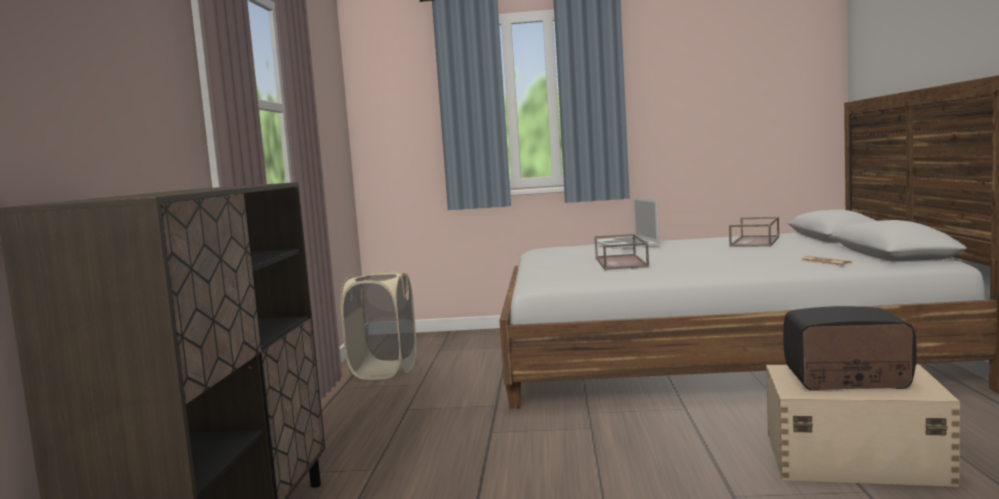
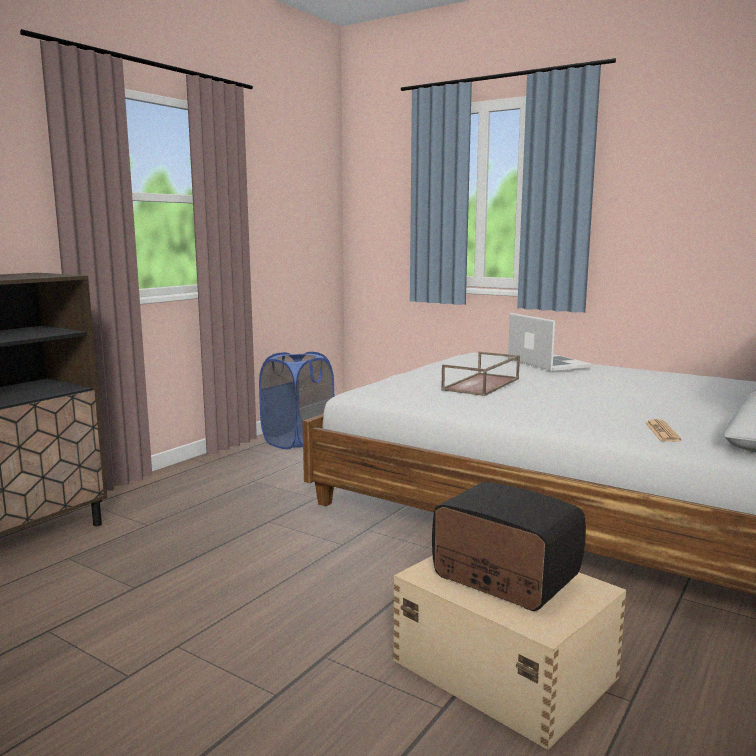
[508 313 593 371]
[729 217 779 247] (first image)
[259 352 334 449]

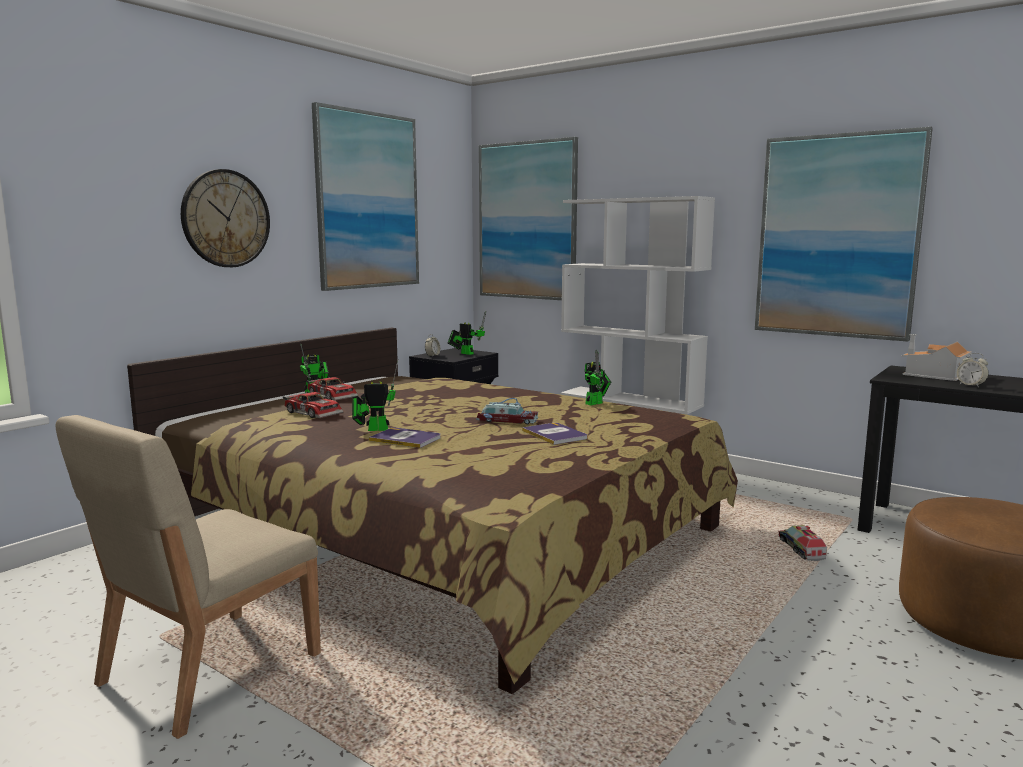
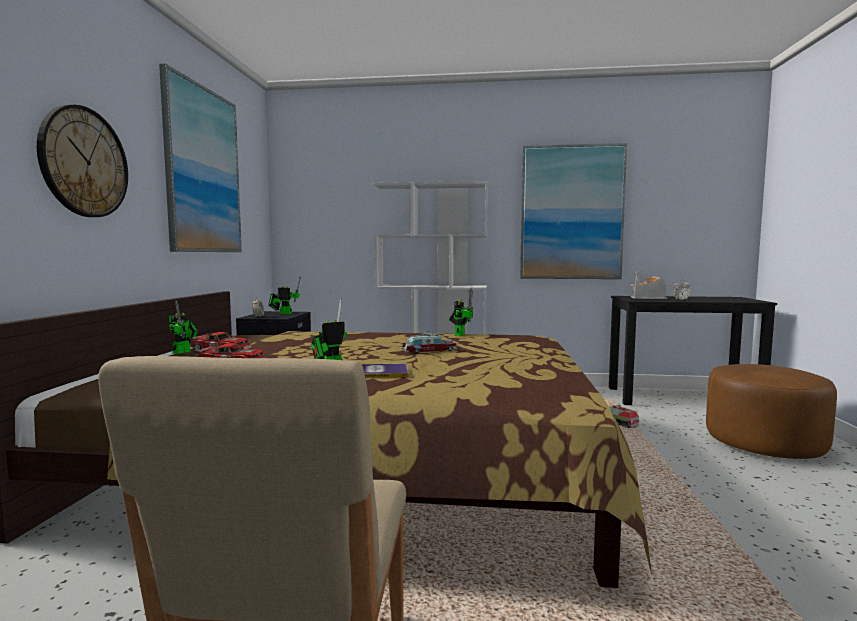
[479 137 578 300] (first image)
[522 423 587 445] (first image)

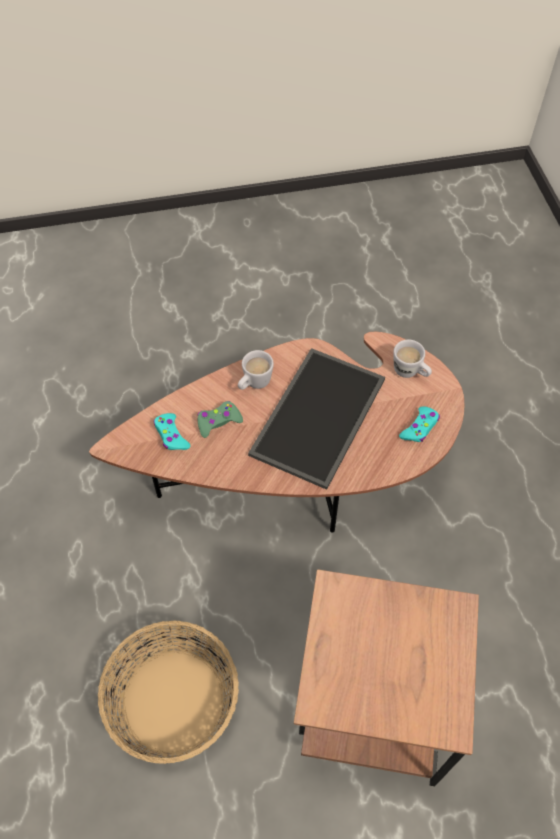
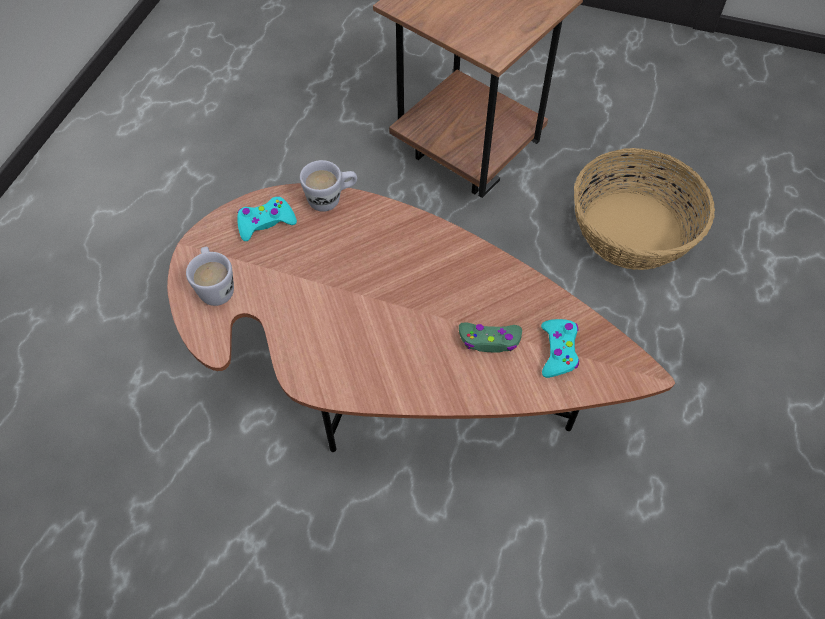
[248 348 385 490] (first image)
[300 160 357 212]

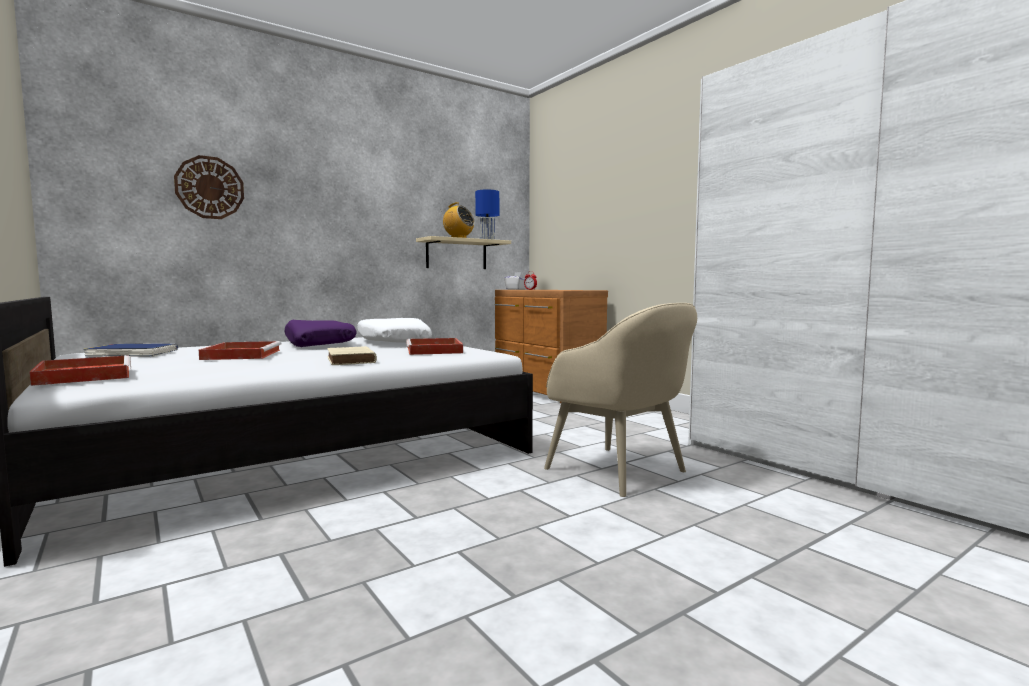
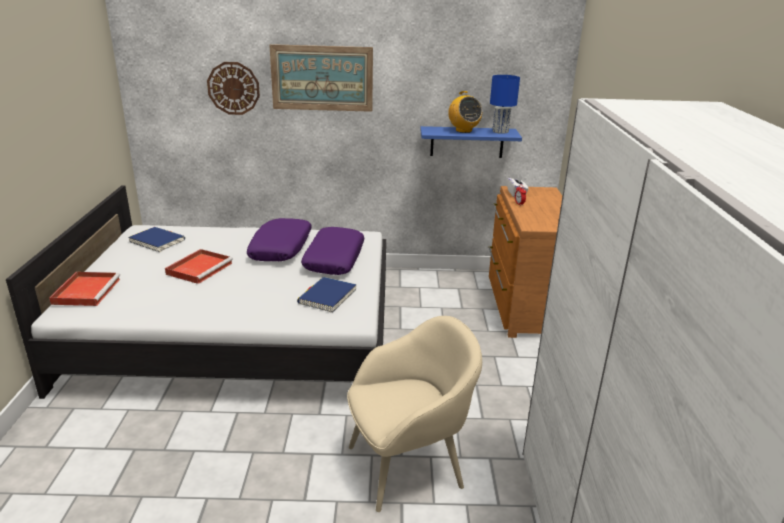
[420 126 522 158]
[347 316 482 512]
[301 227 364 275]
[297 277 357 313]
[327 346 377 365] (first image)
[269 44 373 112]

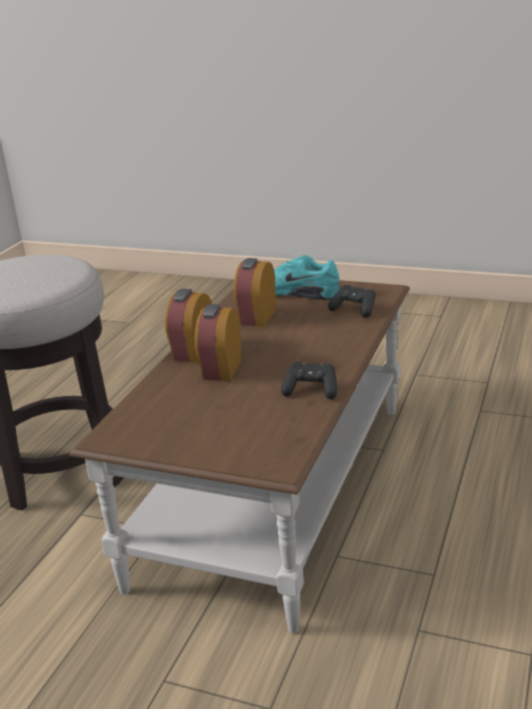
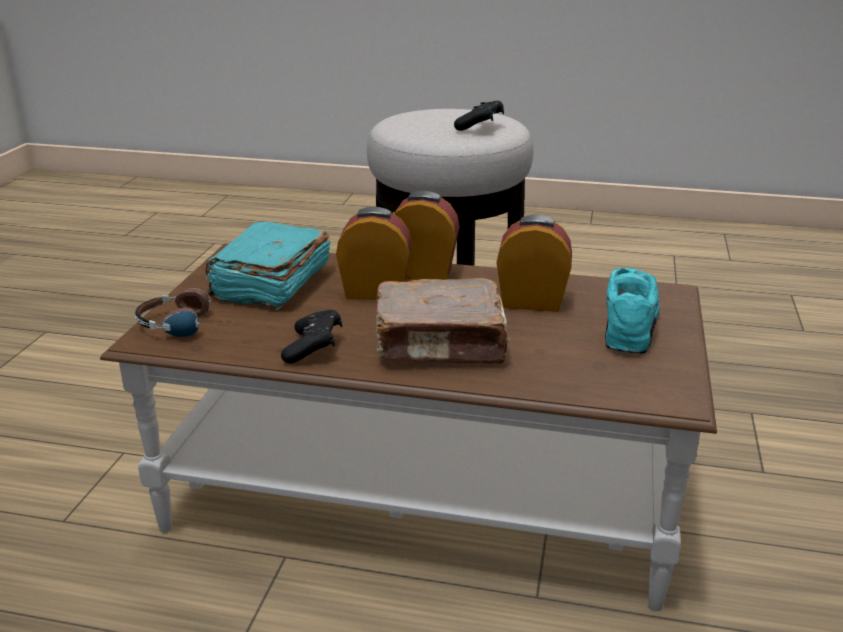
[454 101 504 131]
[206 222 331 310]
[376 278 510 364]
[135 288 222 337]

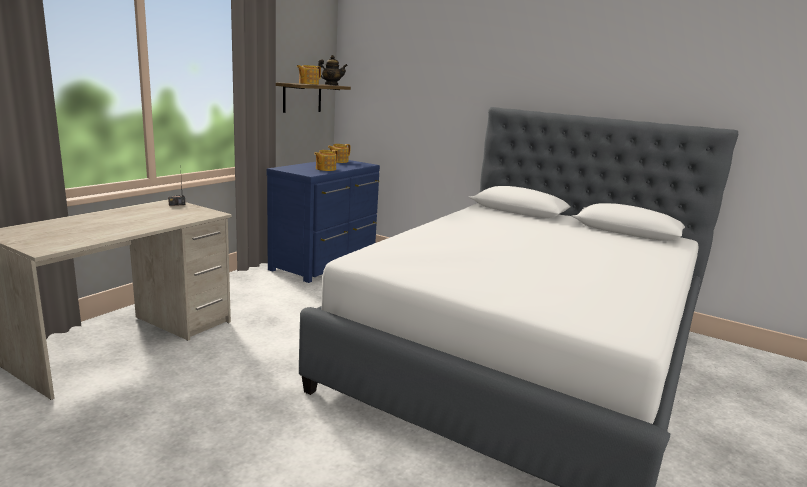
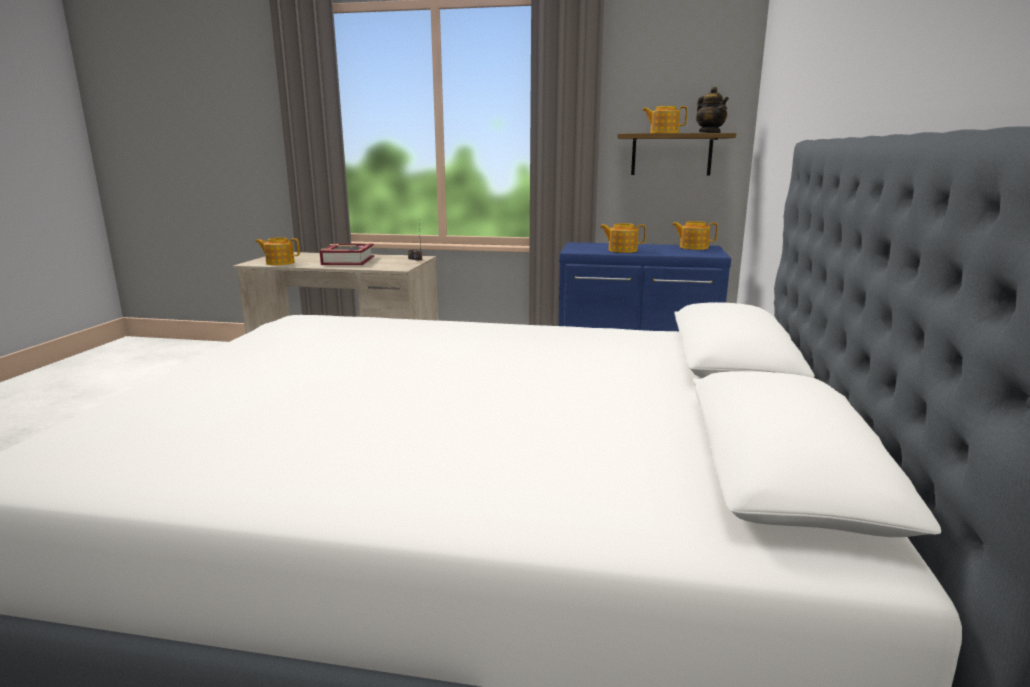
[255 237 300 265]
[320 243 374 265]

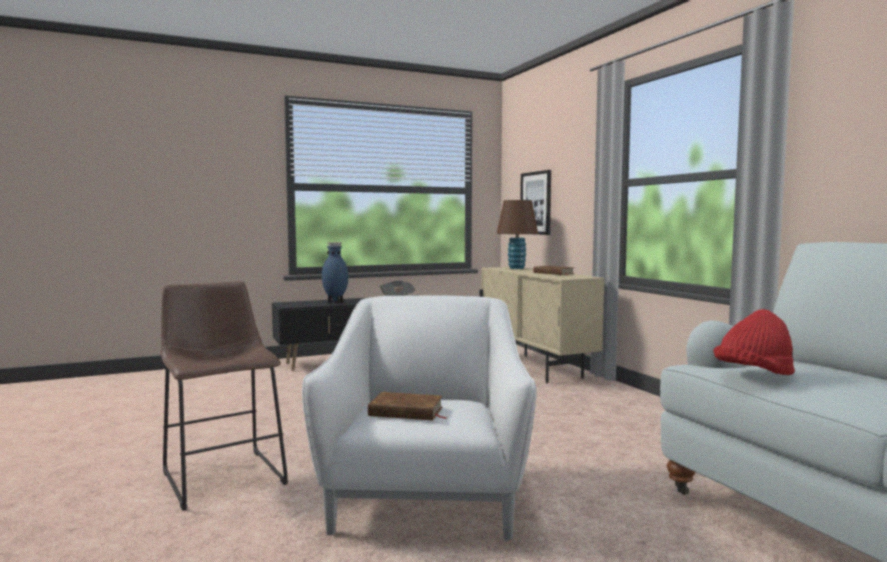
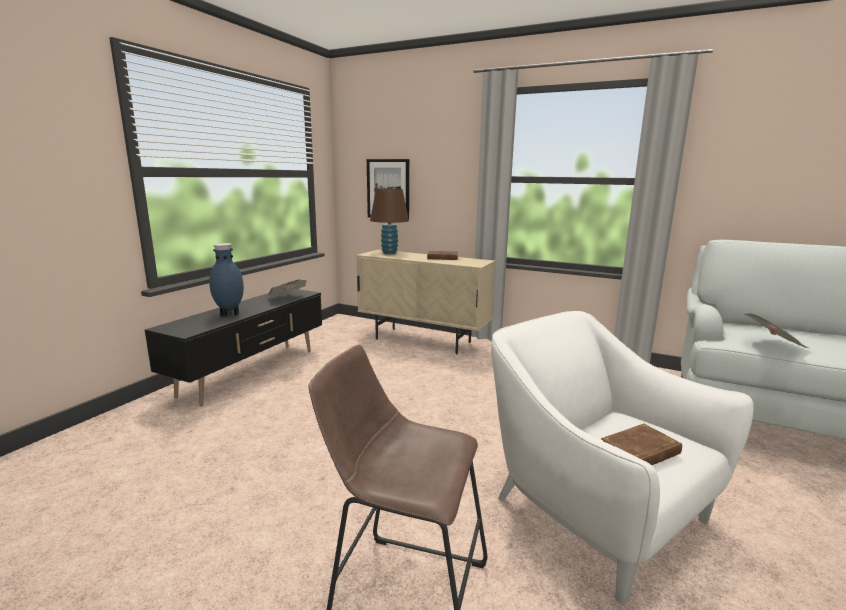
[745 313 808 348]

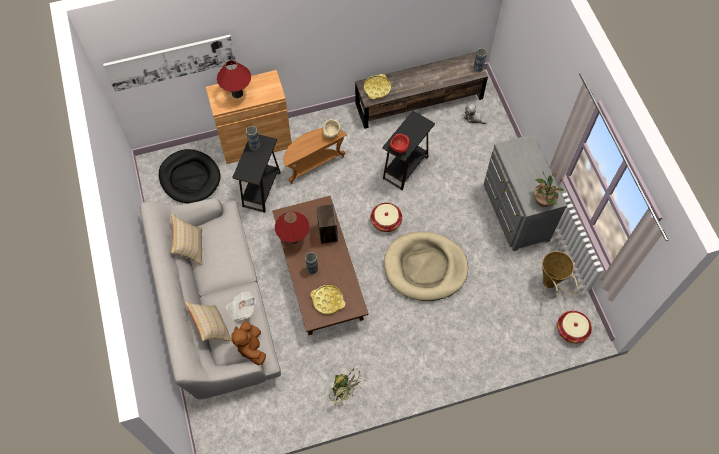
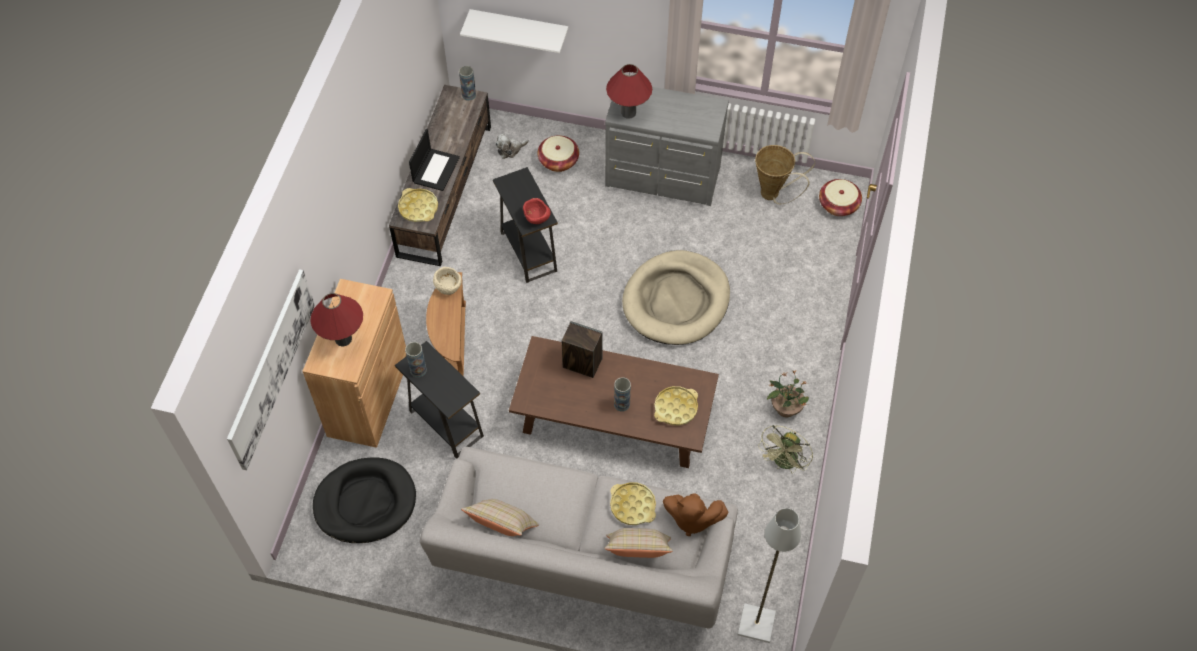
[767 370 809 417]
[538 135 579 172]
[606 64 652 119]
[610 482 656 525]
[758 425 813 474]
[460 9 568 53]
[409 129 460 191]
[738 508 801 643]

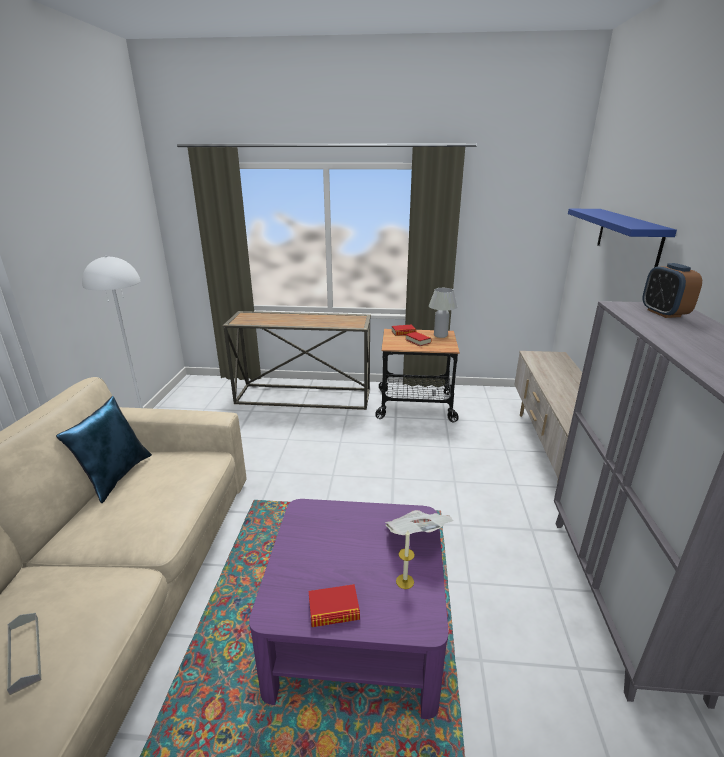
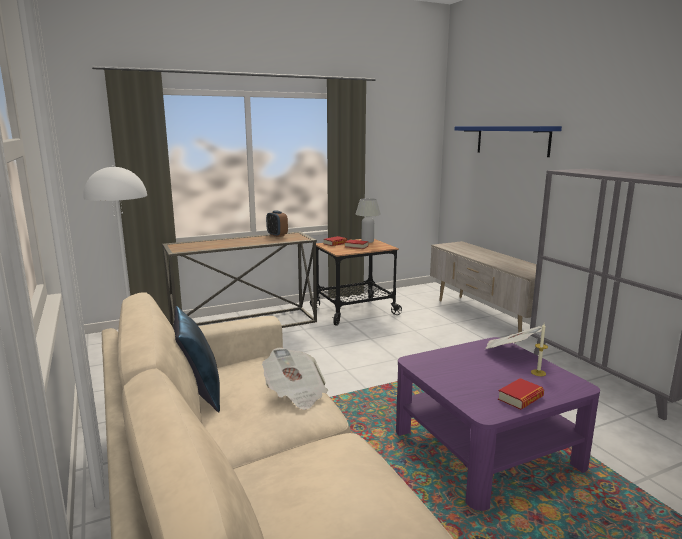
[266 210 288 237]
[7 613 41 695] (first image)
[262 347 328 410]

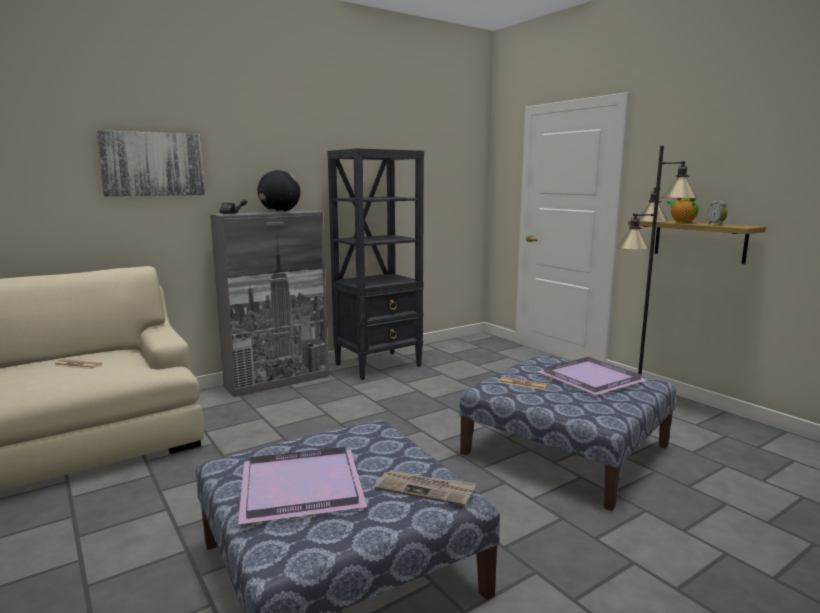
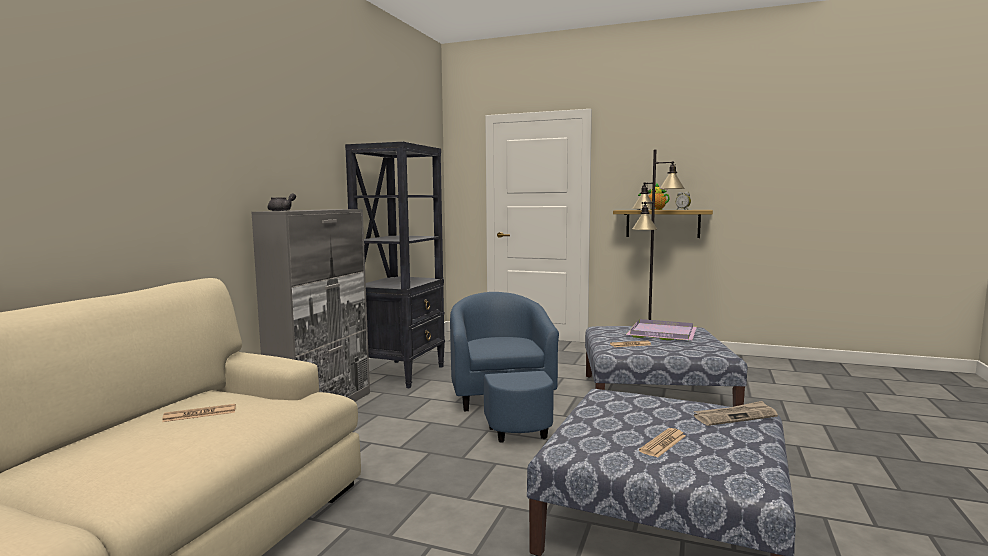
[96 130 205 196] (first image)
[258 170 301 212] (first image)
[639 428 686 458]
[450 292 559 443]

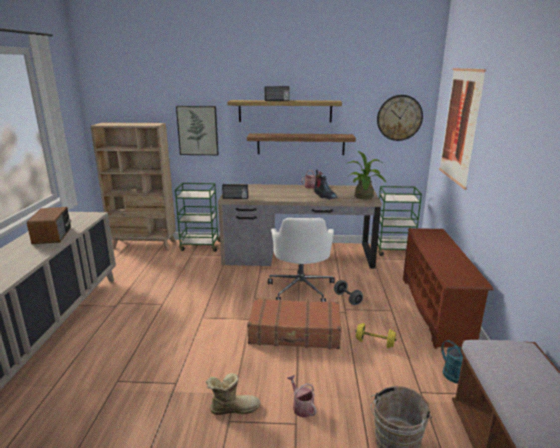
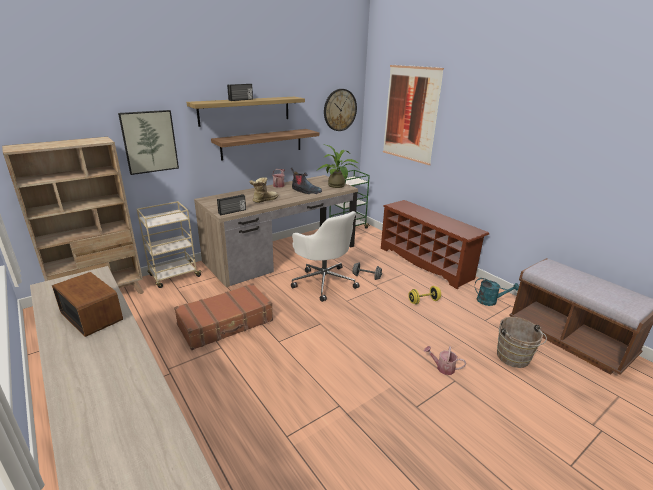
[137 201 203 288]
[174 283 273 350]
[250 177 278 203]

